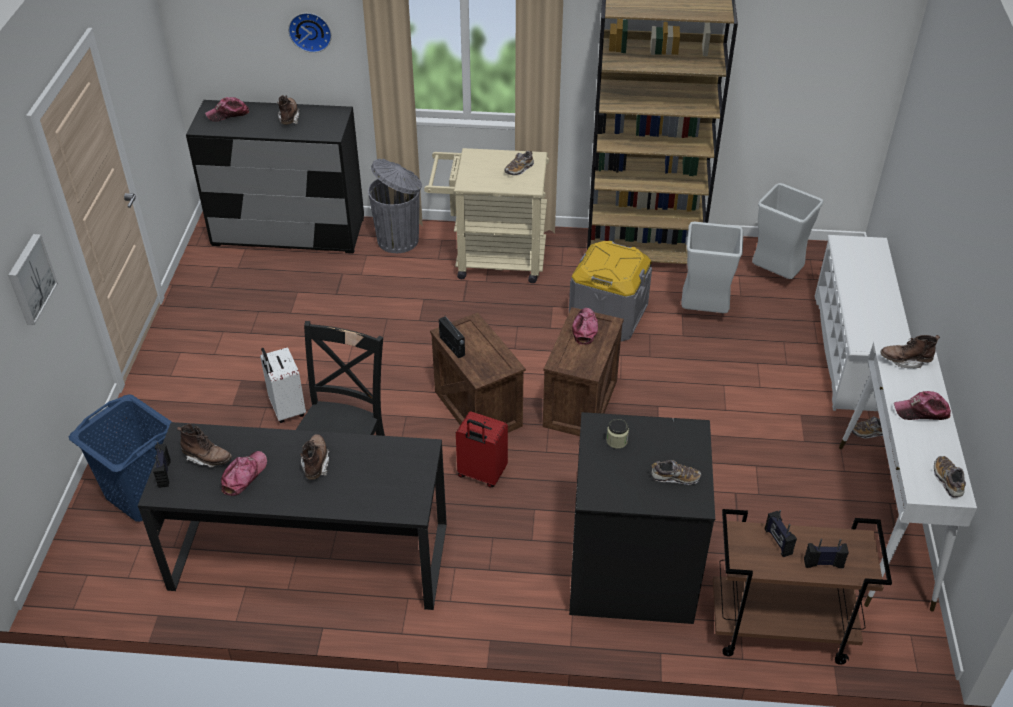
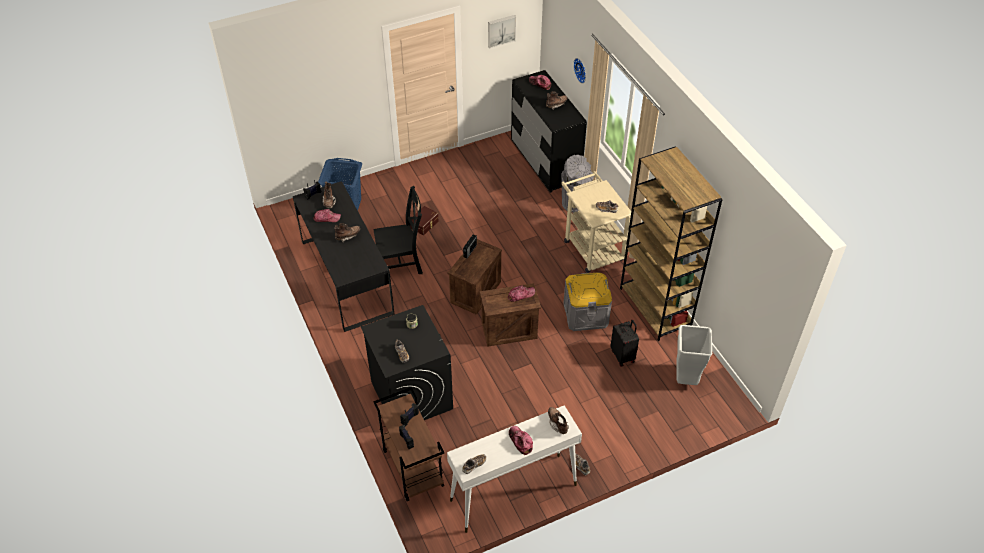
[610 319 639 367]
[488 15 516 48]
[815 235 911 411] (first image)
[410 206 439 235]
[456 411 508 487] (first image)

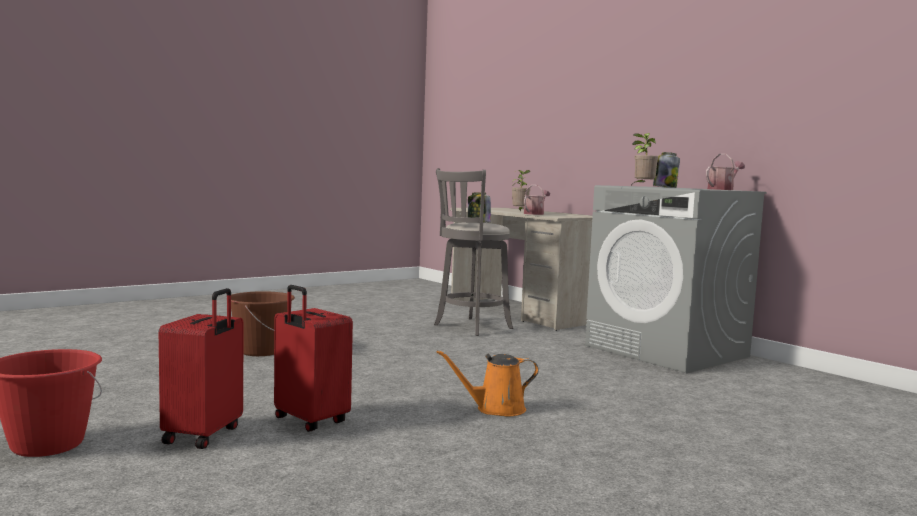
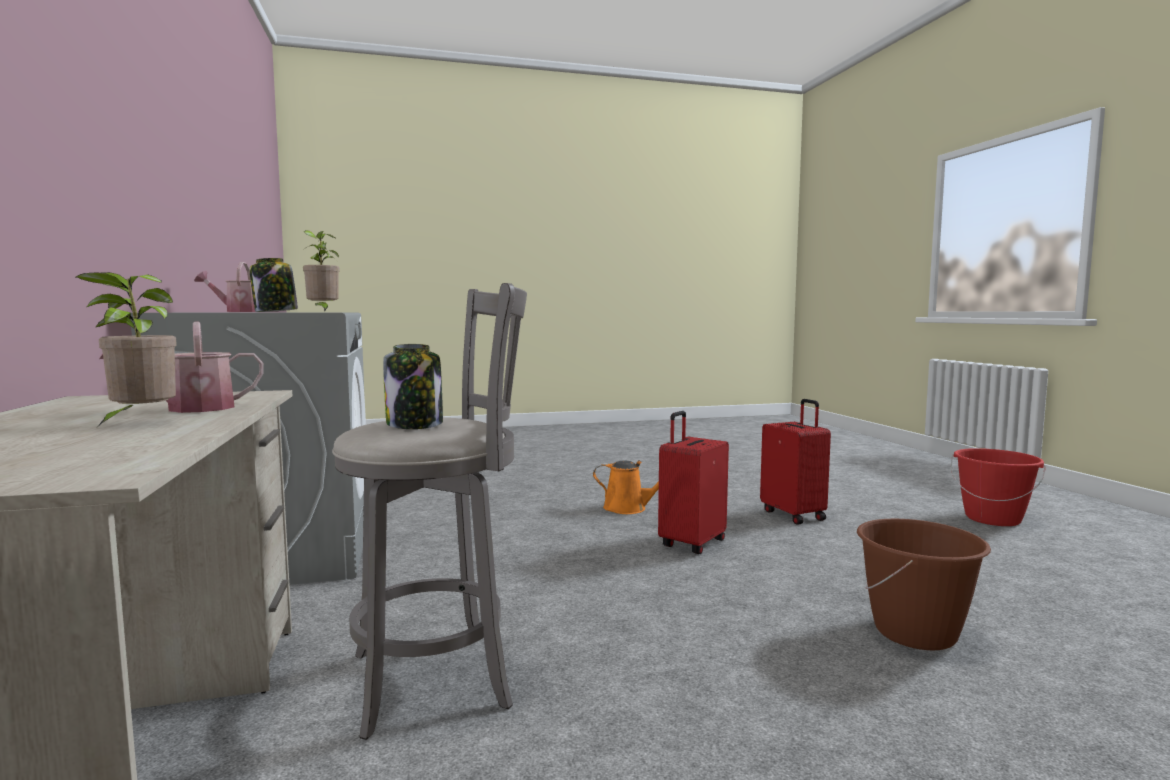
[658 411 729 554]

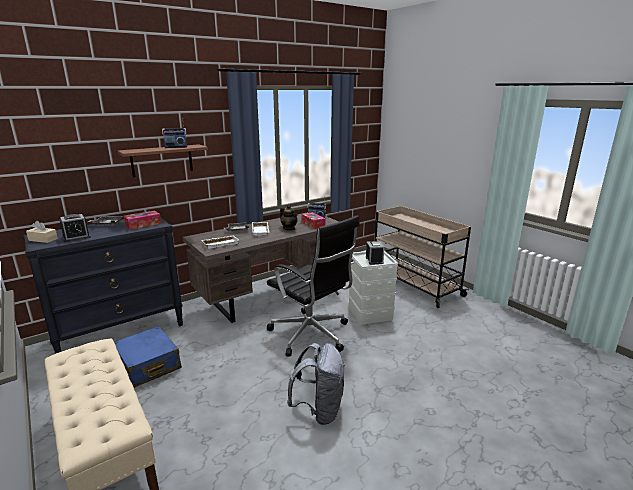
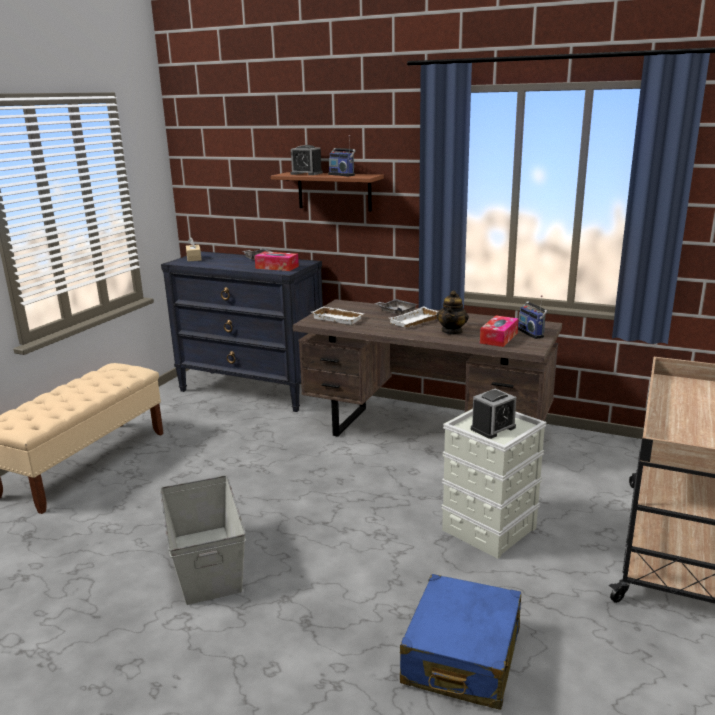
[291 145 323 175]
[267 215 360 357] (first image)
[400 574 521 710]
[160 475 246 605]

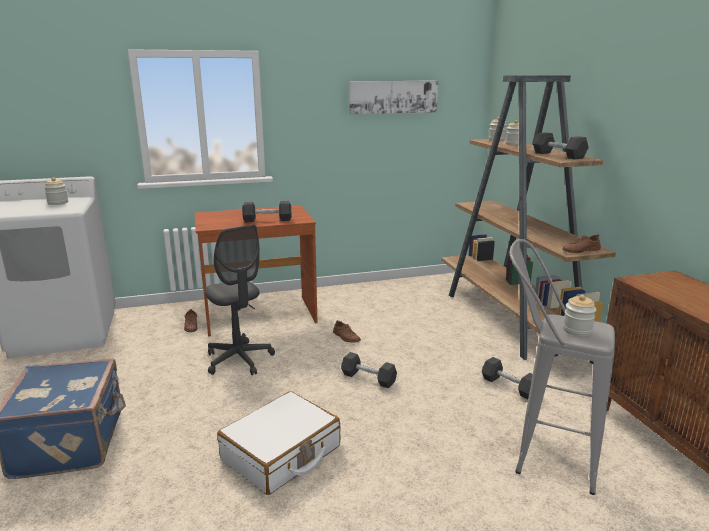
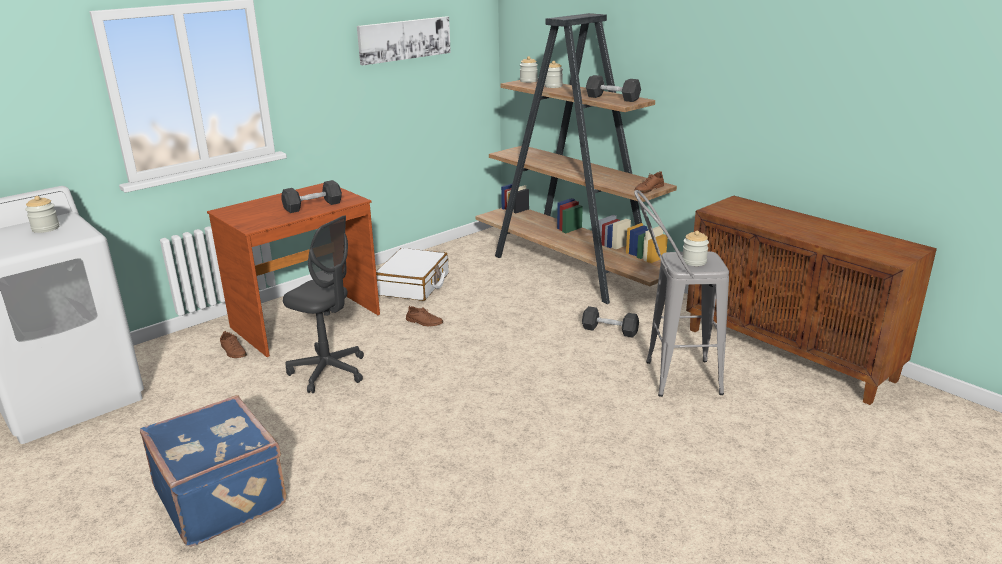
[341 352 397 388] (first image)
[376 248 449 301]

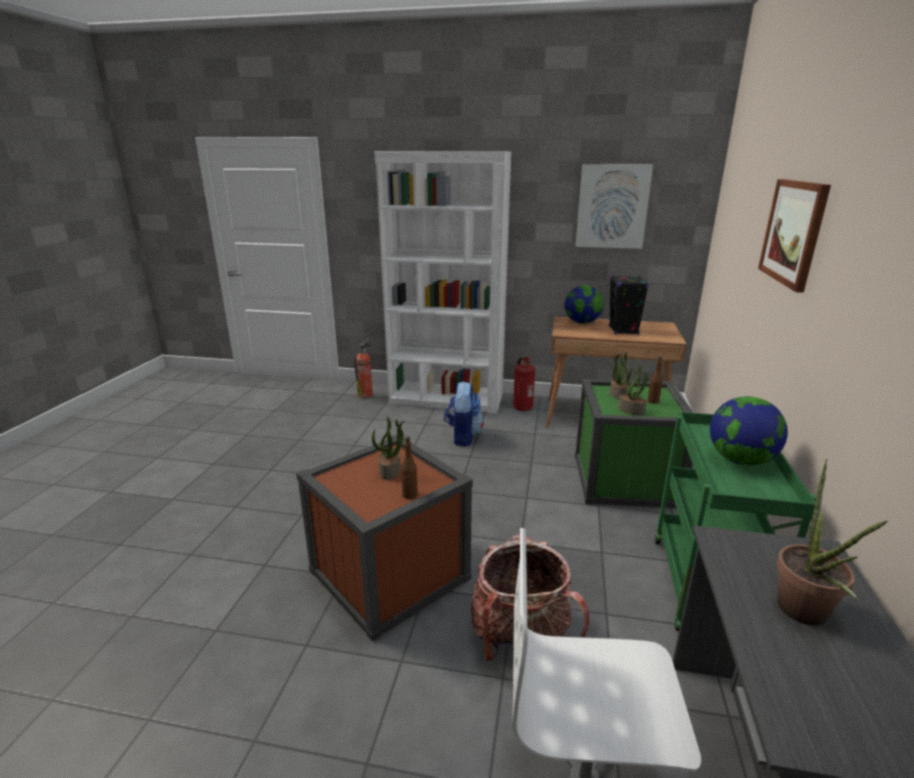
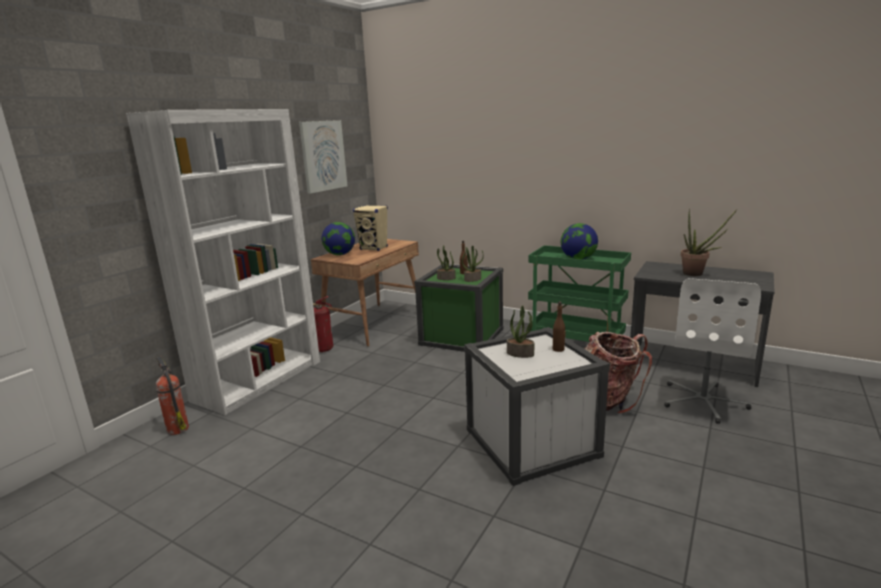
[758 179 831 293] (first image)
[353 205 388 251]
[444 381 484 447] (first image)
[464 327 610 486]

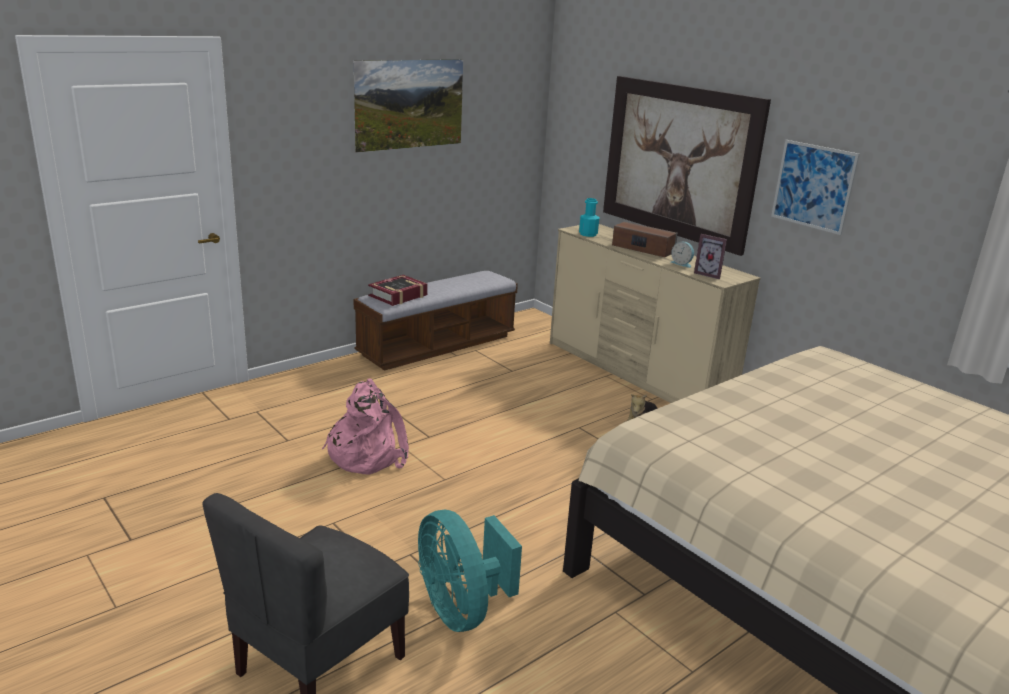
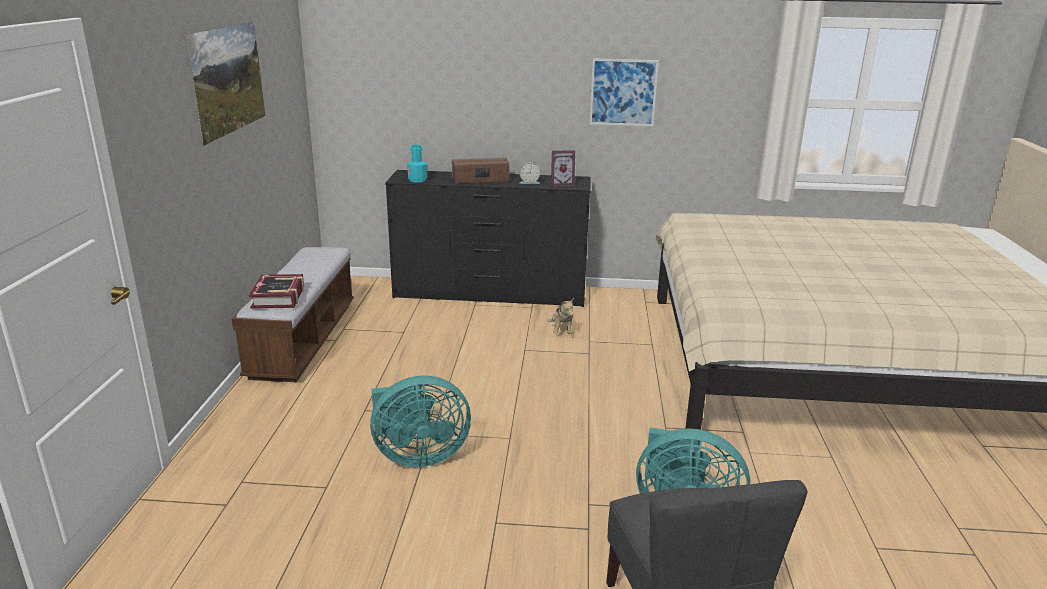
[603 76 771 256] (first image)
[385 170 591 307]
[370 375 471 467]

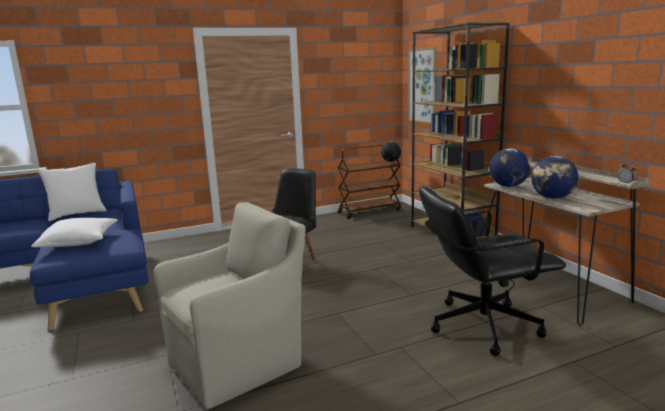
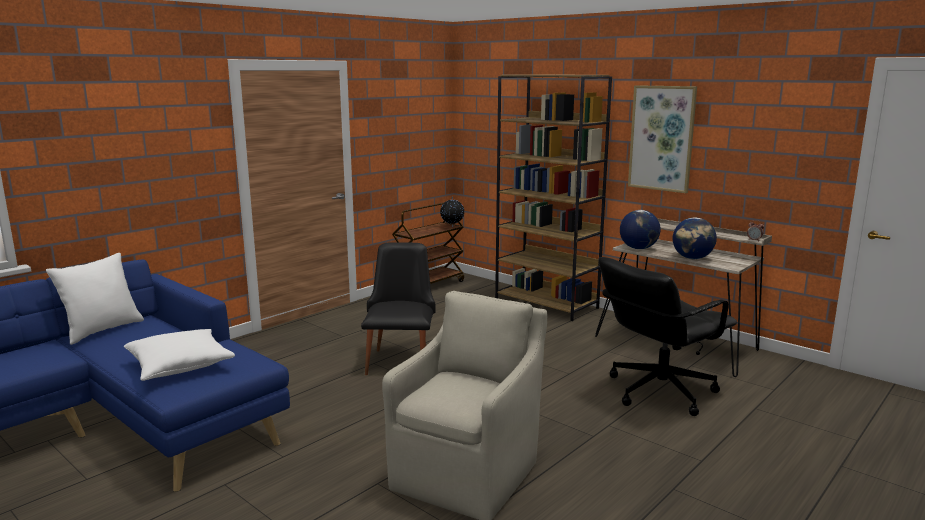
[628 85 697 193]

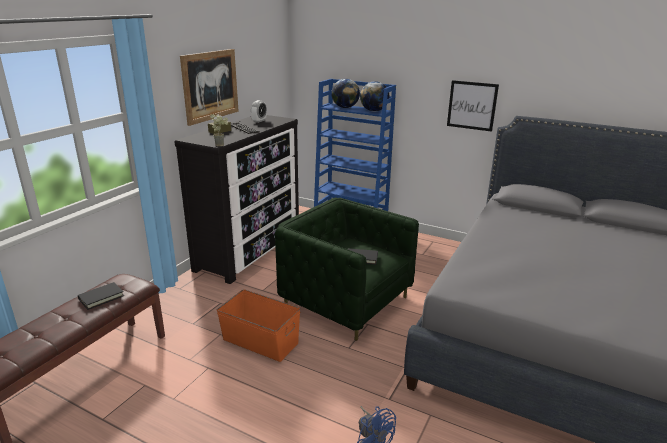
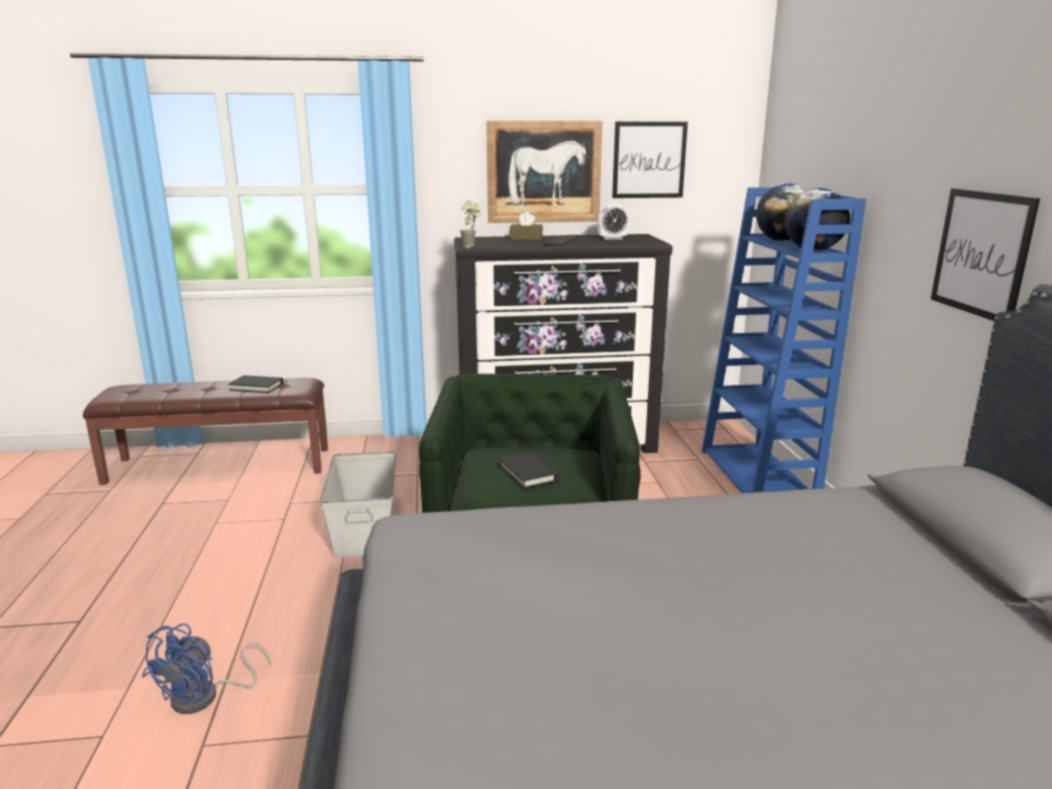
[320 451 397 558]
[612 122 688 198]

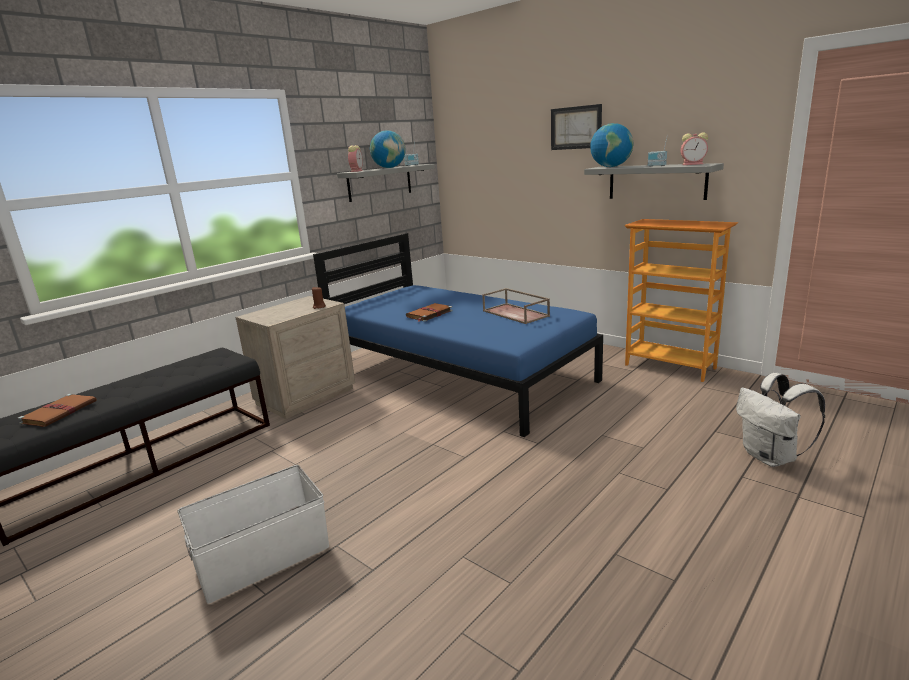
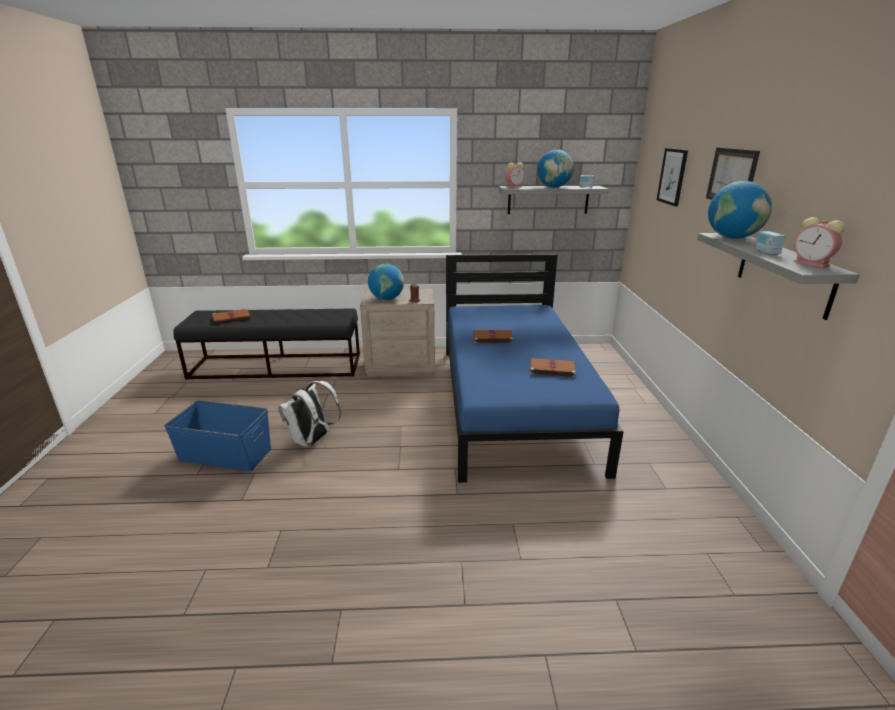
[625 219 738 382] (first image)
[527 358 576 378]
[278 381 341 447]
[164 401 271 471]
[657 148 688 206]
[368 264 404 300]

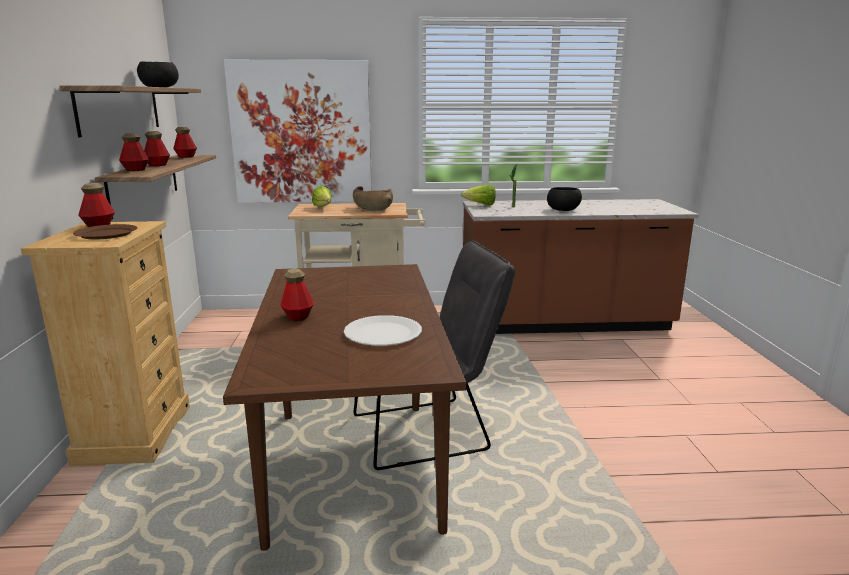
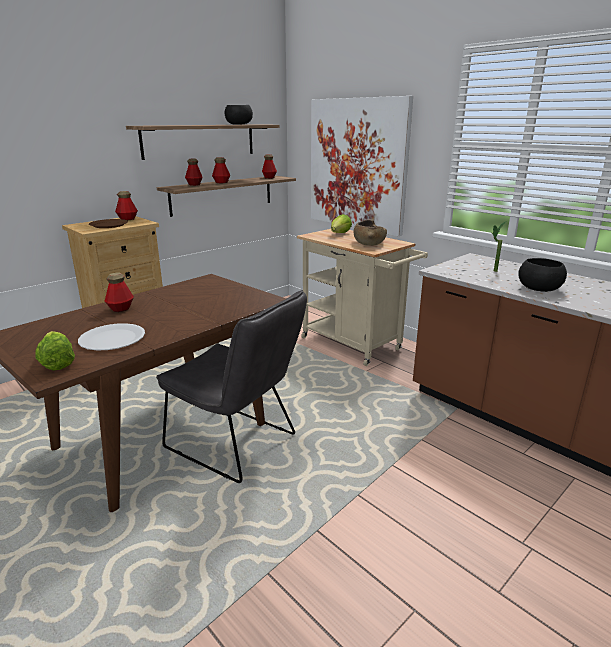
[35 331 75 371]

